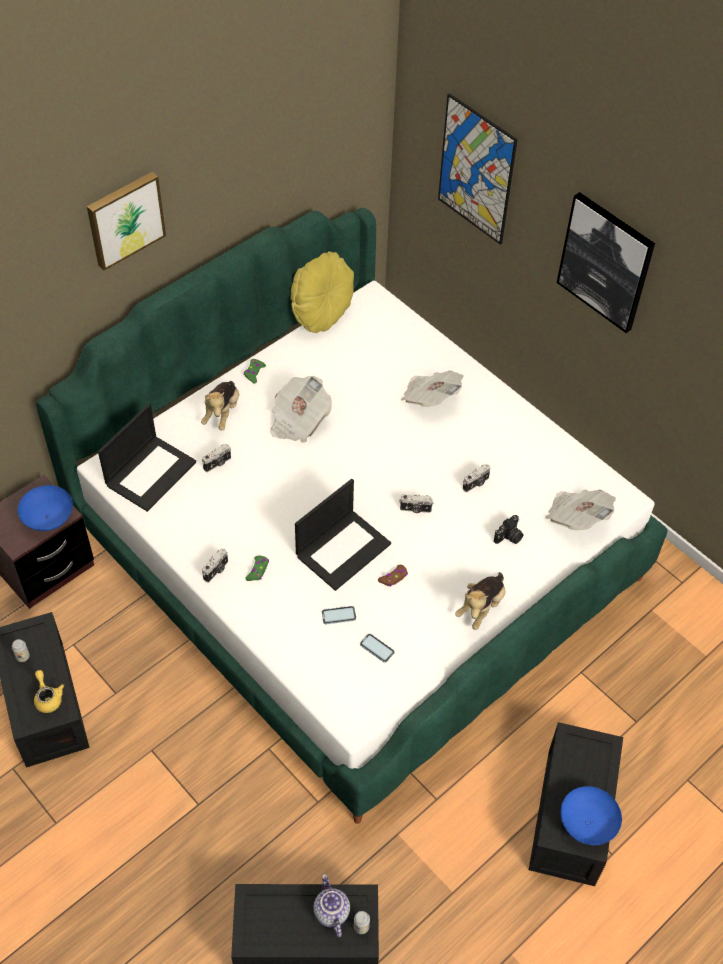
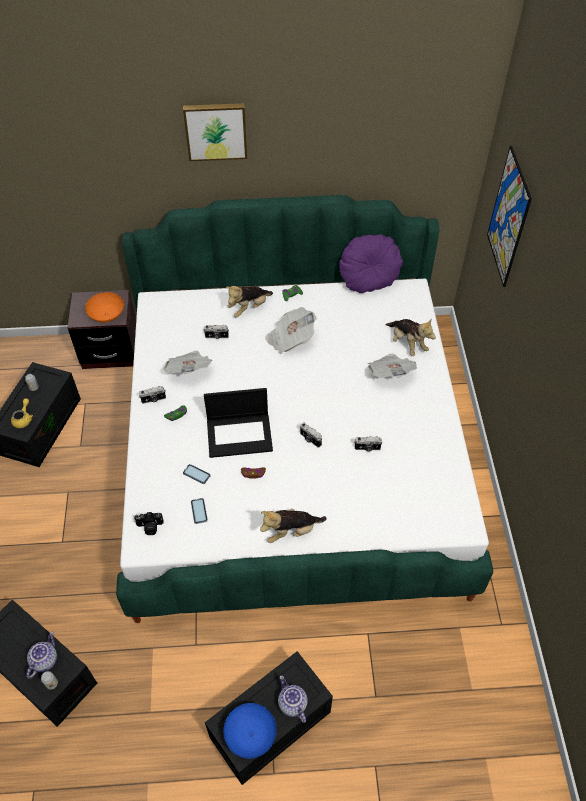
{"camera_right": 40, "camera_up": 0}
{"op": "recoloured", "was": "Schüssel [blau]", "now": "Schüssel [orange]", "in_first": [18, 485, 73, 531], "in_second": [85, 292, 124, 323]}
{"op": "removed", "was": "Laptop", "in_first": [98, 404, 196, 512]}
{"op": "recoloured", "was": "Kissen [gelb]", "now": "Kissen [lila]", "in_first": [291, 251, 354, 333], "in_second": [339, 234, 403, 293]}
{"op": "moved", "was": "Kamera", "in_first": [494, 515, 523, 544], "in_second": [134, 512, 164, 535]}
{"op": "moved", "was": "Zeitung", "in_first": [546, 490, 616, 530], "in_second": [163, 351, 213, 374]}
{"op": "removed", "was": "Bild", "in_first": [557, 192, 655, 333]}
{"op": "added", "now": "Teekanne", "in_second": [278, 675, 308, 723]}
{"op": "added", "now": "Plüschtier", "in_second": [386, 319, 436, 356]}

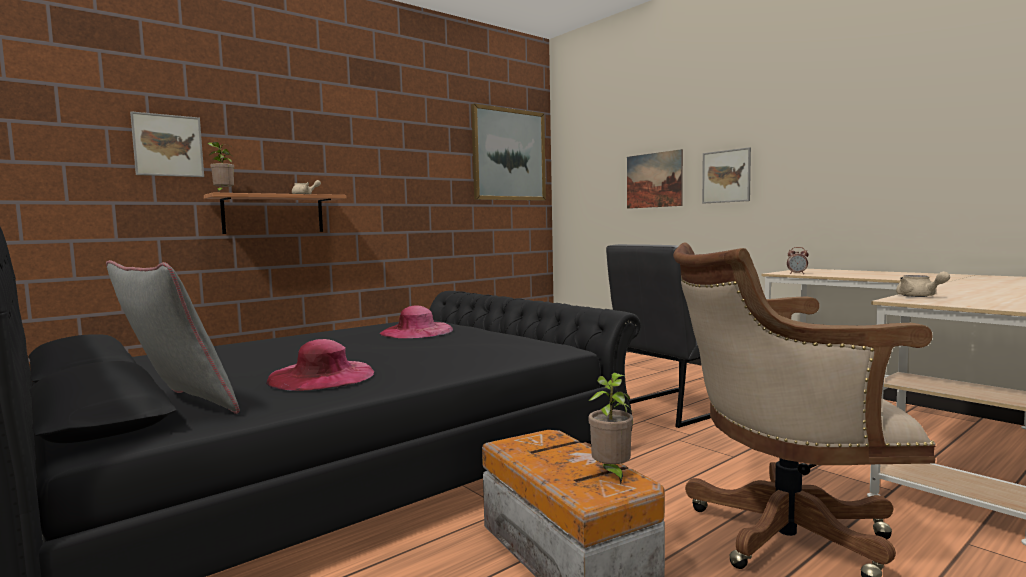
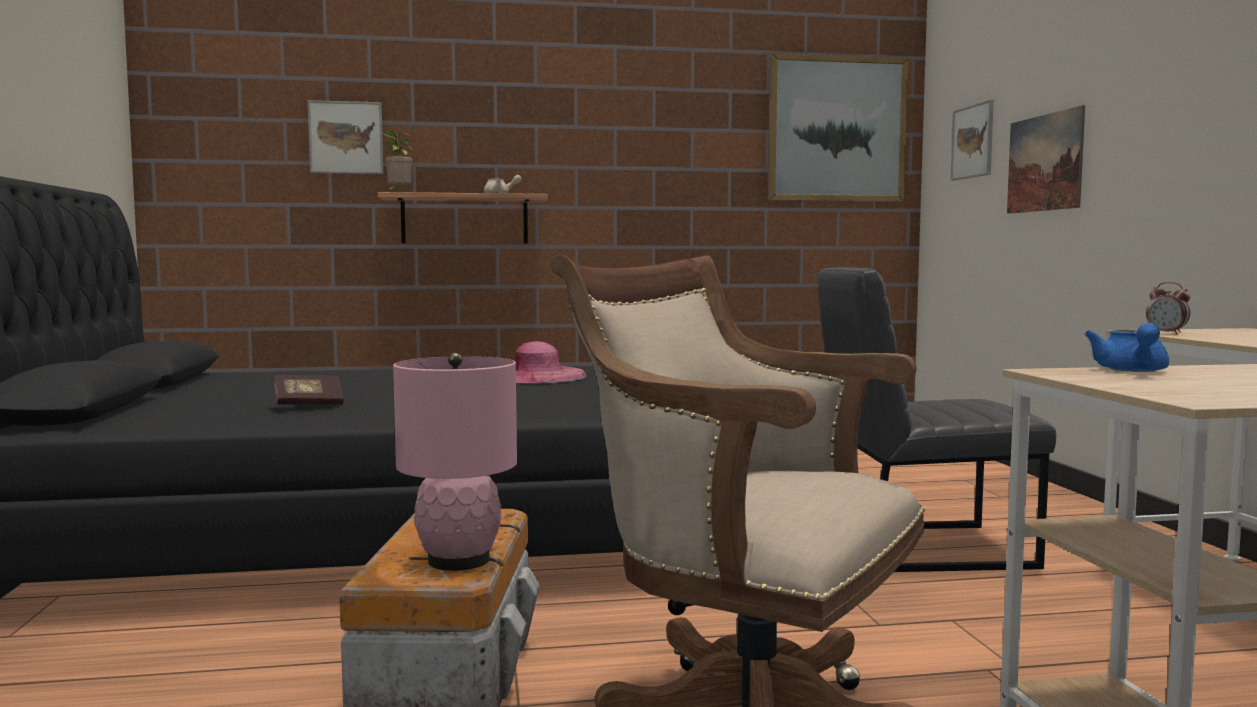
{"camera_right": 30, "camera_up": 0}
{"op": "removed", "was": "Kissen [grau]", "in_first": [106, 260, 240, 414]}
{"op": "replaced", "was": "Hut [rosa]", "now": "Buch", "in_first": [266, 339, 374, 390], "in_second": [273, 375, 344, 405]}
{"op": "replaced", "was": "Topfpflanze", "now": "Tischlampe [rosa]", "in_first": [588, 372, 633, 485], "in_second": [393, 352, 517, 571]}
{"op": "moved", "was": "Bild", "in_first": [702, 147, 751, 204], "in_second": [951, 99, 994, 181]}
{"op": "recoloured", "was": "Teekanne [beige]", "now": "Teekanne [blau]", "in_first": [896, 272, 950, 297], "in_second": [1085, 323, 1169, 372]}

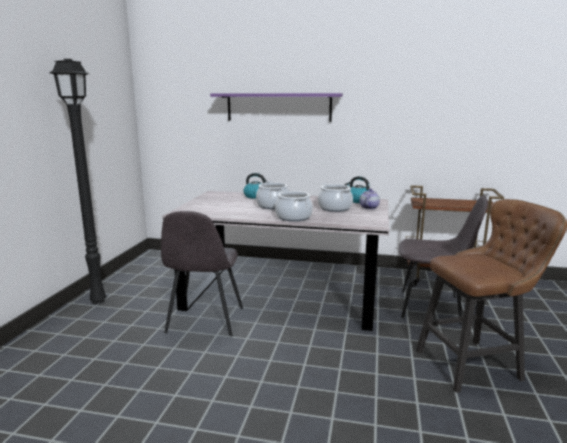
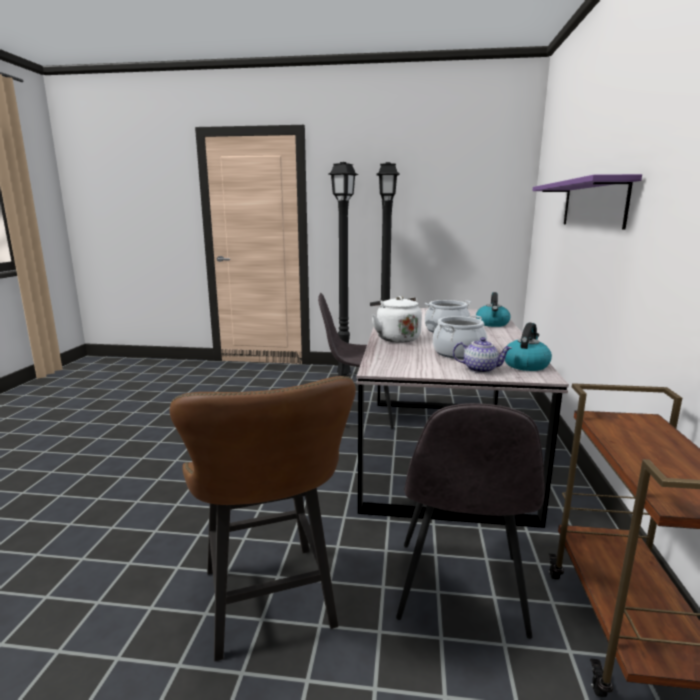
{"camera_right": 85, "camera_up": 0}
{"op": "replaced", "was": "Kochtopf", "now": "Wasserkessel [weiß]", "in_first": [275, 190, 313, 221], "in_second": [370, 296, 422, 343]}
{"op": "added", "now": "Stehlampe [schwarz]", "in_second": [328, 162, 358, 377]}

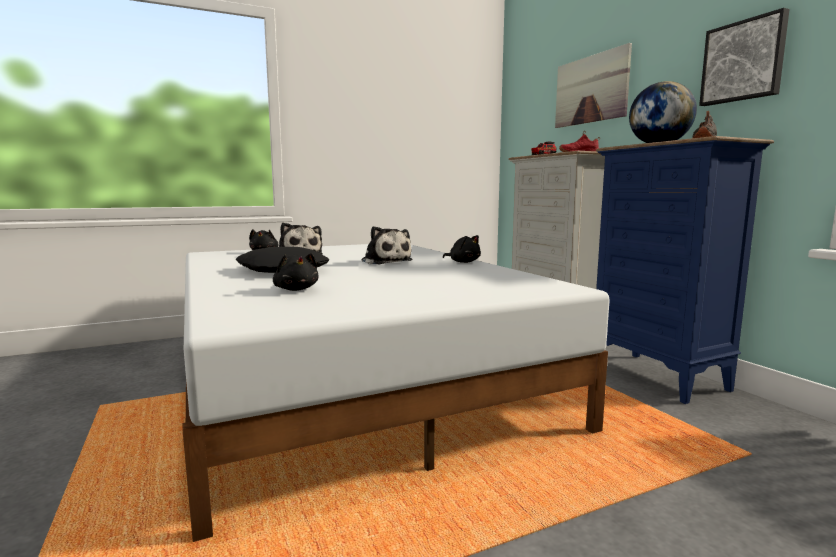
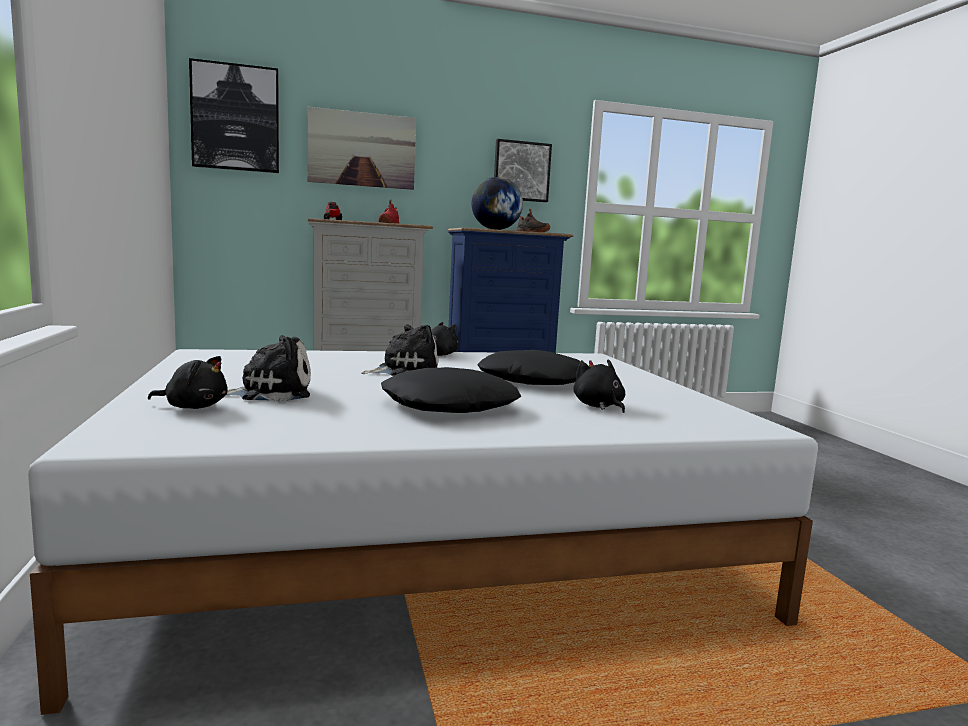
{"camera_right": -80, "camera_up": 0}
{"op": "turned", "was": "Plüschtier [schwarz]", "in_first": [273, 253, 318, 291], "in_second": [573, 359, 625, 413], "clockwise": -90}
{"op": "added", "now": "Bild", "in_second": [189, 58, 279, 173]}
{"op": "added", "now": "Kissen [schwarz]", "in_second": [477, 350, 580, 385]}

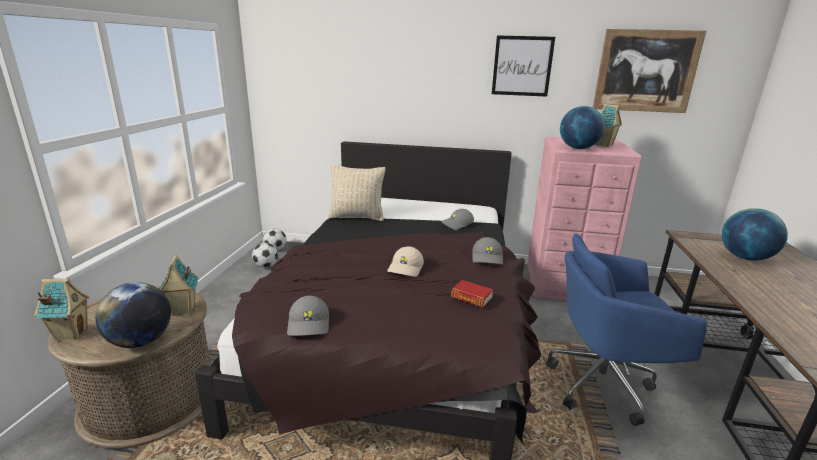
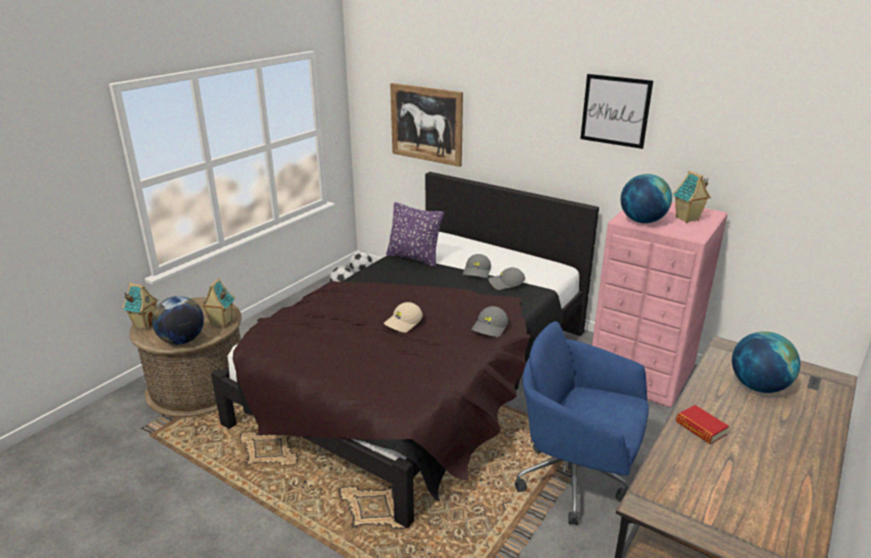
{"camera_right": 25, "camera_up": 5}
{"op": "moved", "was": "Kappe [grau]", "in_first": [287, 296, 329, 336], "in_second": [463, 254, 491, 278]}
{"op": "recoloured", "was": "Kissen [beige]", "now": "Kissen [lila]", "in_first": [328, 165, 386, 221], "in_second": [386, 202, 444, 267]}
{"op": "moved", "was": "Buch", "in_first": [451, 280, 493, 307], "in_second": [676, 405, 729, 444]}
{"op": "moved", "was": "Bild", "in_first": [593, 29, 706, 113], "in_second": [390, 83, 463, 167]}

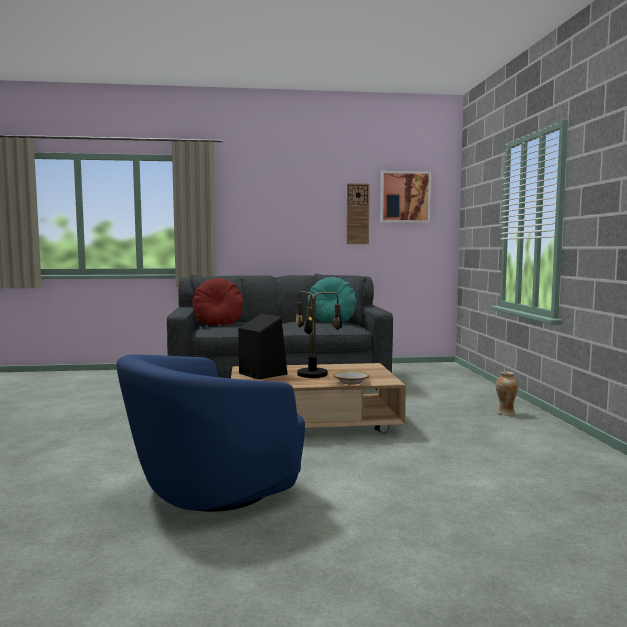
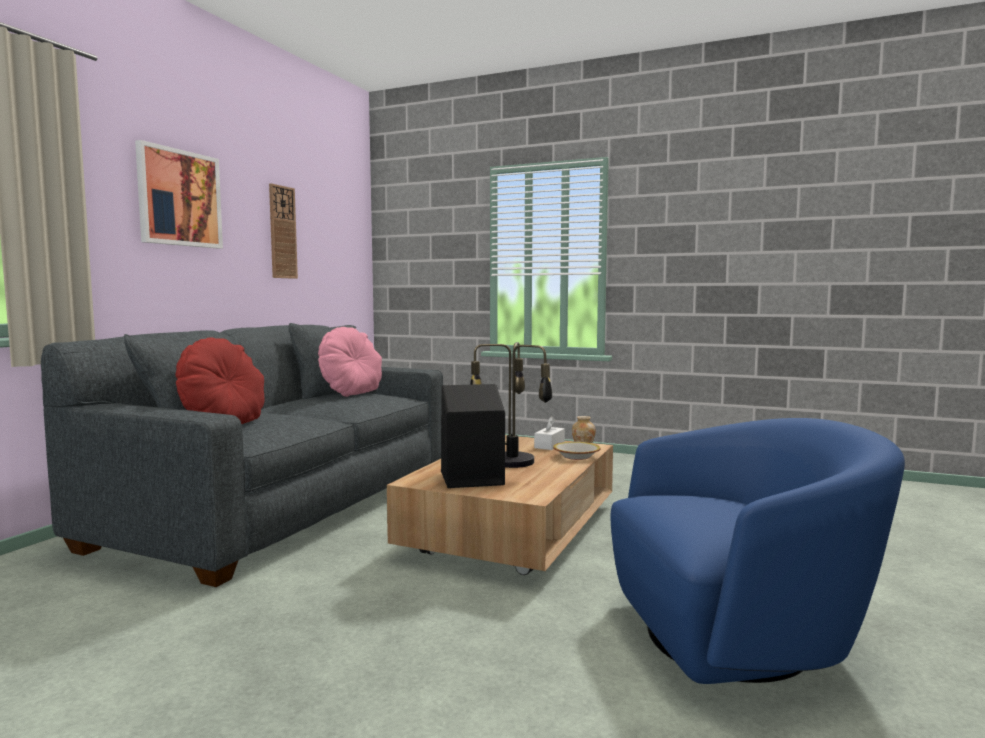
{"camera_right": -60, "camera_up": 0}
{"op": "turned", "was": "Sessel [blau]", "in_first": [116, 355, 305, 512], "in_second": [611, 418, 905, 684], "clockwise": -90}
{"op": "recoloured", "was": "Kissen [türkis]", "now": "Kissen [rosa]", "in_first": [308, 277, 357, 323], "in_second": [318, 327, 382, 397]}
{"op": "moved", "was": "Bild", "in_first": [380, 171, 431, 223], "in_second": [135, 140, 223, 249]}
{"op": "added", "now": "Taschentuchbox [weiß]", "in_second": [534, 416, 565, 450]}

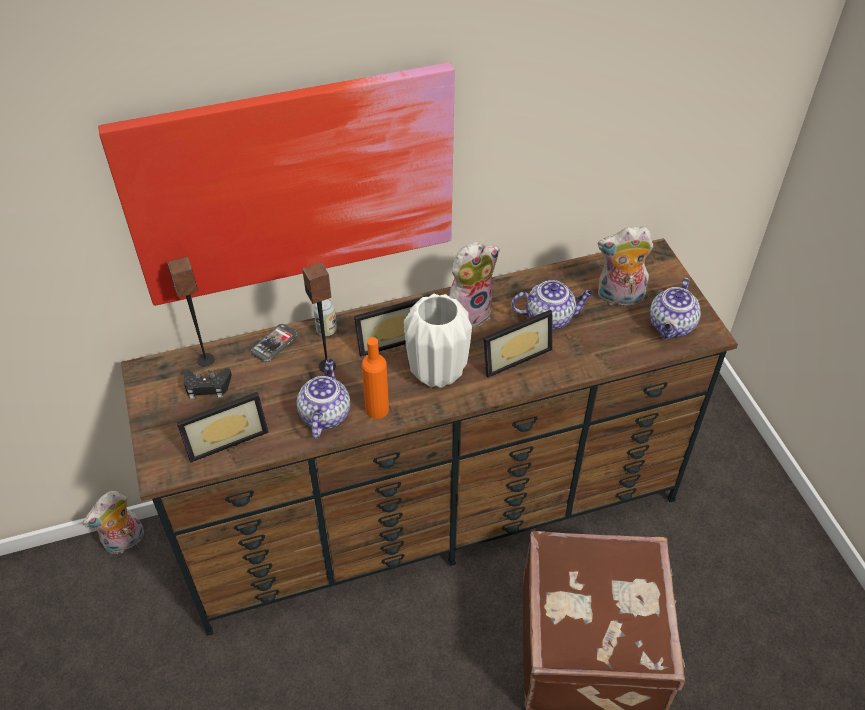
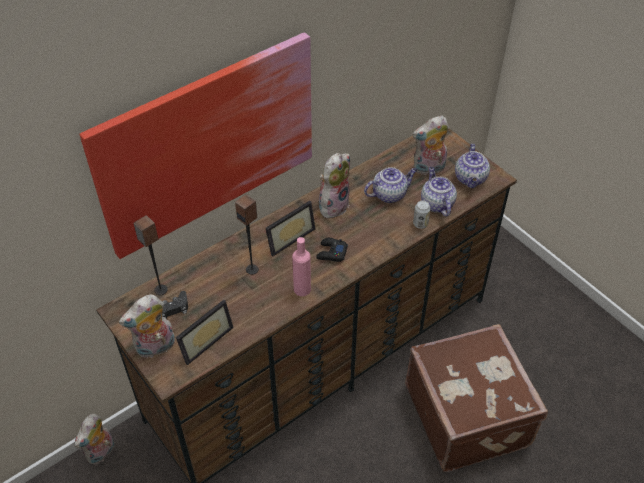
{"camera_right": -20, "camera_up": 0}
{"op": "removed", "was": "Handy", "in_first": [251, 324, 297, 362]}
{"op": "moved", "was": "Teekanne", "in_first": [297, 359, 350, 439], "in_second": [421, 167, 457, 217]}
{"op": "moved", "was": "Dose", "in_first": [313, 299, 337, 336], "in_second": [413, 200, 431, 229]}
{"op": "recoloured", "was": "Flasche [orange]", "now": "Flasche [rosa]", "in_first": [362, 337, 389, 419], "in_second": [292, 237, 311, 296]}
{"op": "replaced", "was": "Vase [weiß]", "now": "Gamepad [schwarz]", "in_first": [404, 294, 472, 388], "in_second": [316, 238, 348, 262]}
{"op": "removed", "was": "Bilderrahmen", "in_first": [484, 310, 553, 378]}
{"op": "added", "now": "Plüschtier", "in_second": [119, 294, 175, 358]}

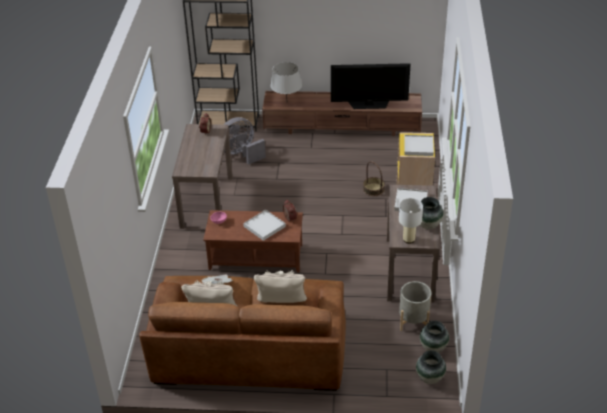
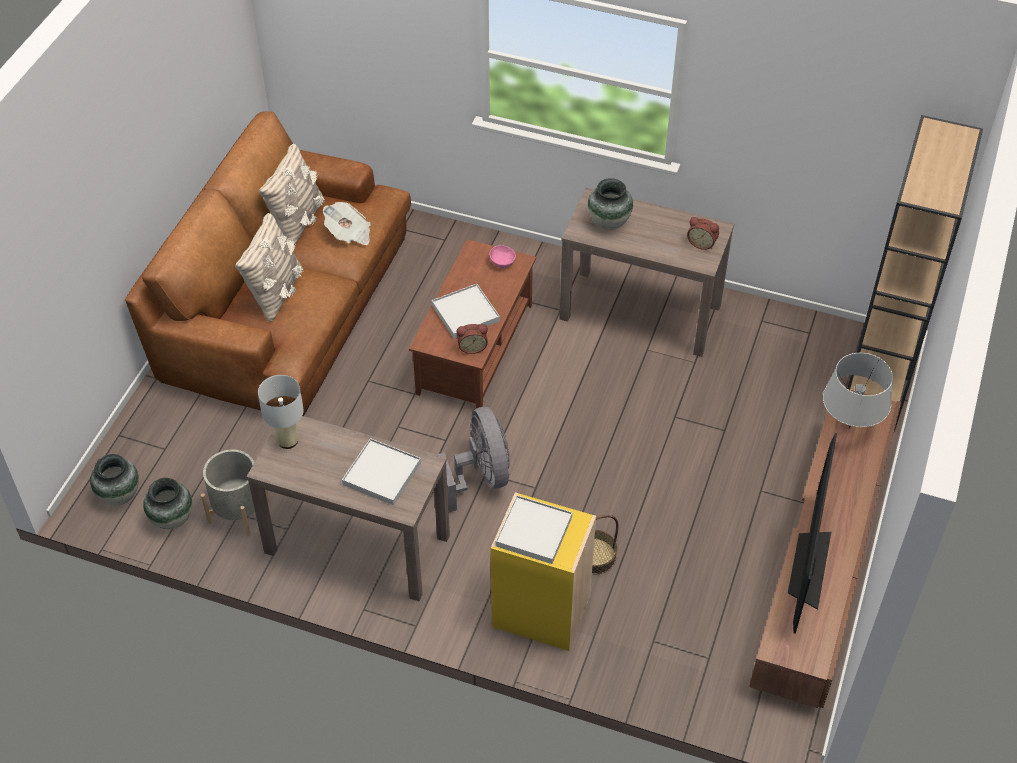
{"camera_right": 105, "camera_up": 10}
{"op": "moved", "was": "Ventilator [grau]", "in_first": [224, 117, 266, 164], "in_second": [437, 407, 510, 512]}
{"op": "moved", "was": "Vase", "in_first": [420, 197, 443, 229], "in_second": [588, 178, 633, 230]}

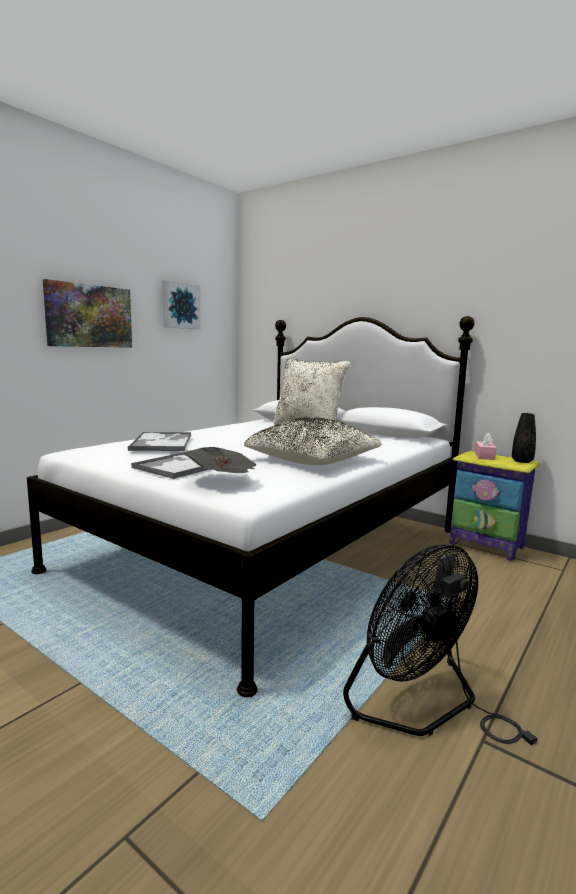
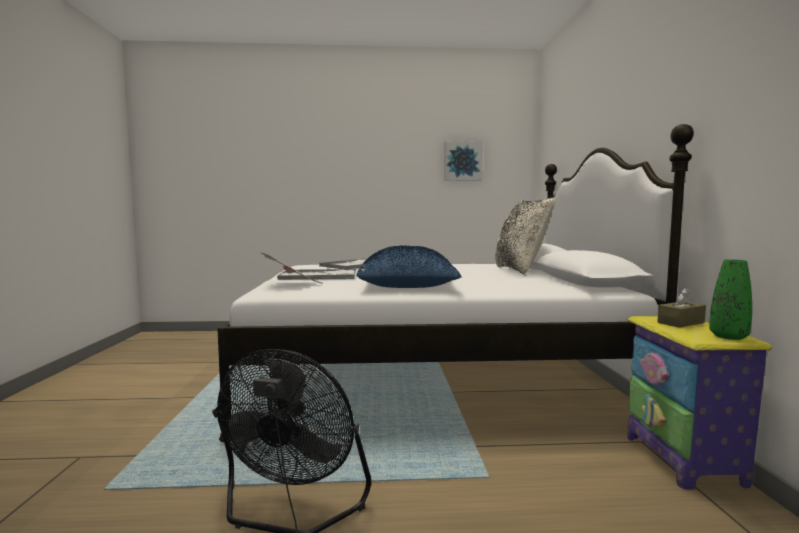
{"camera_right": 50, "camera_up": -5}
{"op": "removed", "was": "Bild", "in_first": [43, 279, 132, 348]}
{"op": "recoloured", "was": "Kissen [beige]", "now": "Kissen [blau]", "in_first": [244, 417, 382, 465], "in_second": [356, 245, 461, 288]}
{"op": "recoloured", "was": "Taschentuchbox [rosa]", "now": "Taschentuchbox [braun]", "in_first": [475, 433, 496, 460], "in_second": [657, 287, 706, 328]}
{"op": "recoloured", "was": "Vase [schwarz]", "now": "Vase [grün]", "in_first": [512, 413, 536, 463], "in_second": [709, 259, 752, 340]}

